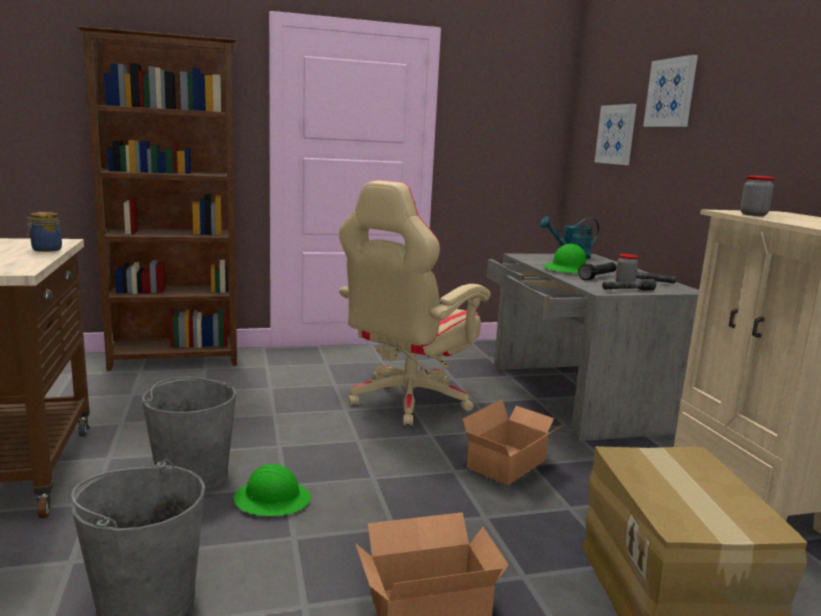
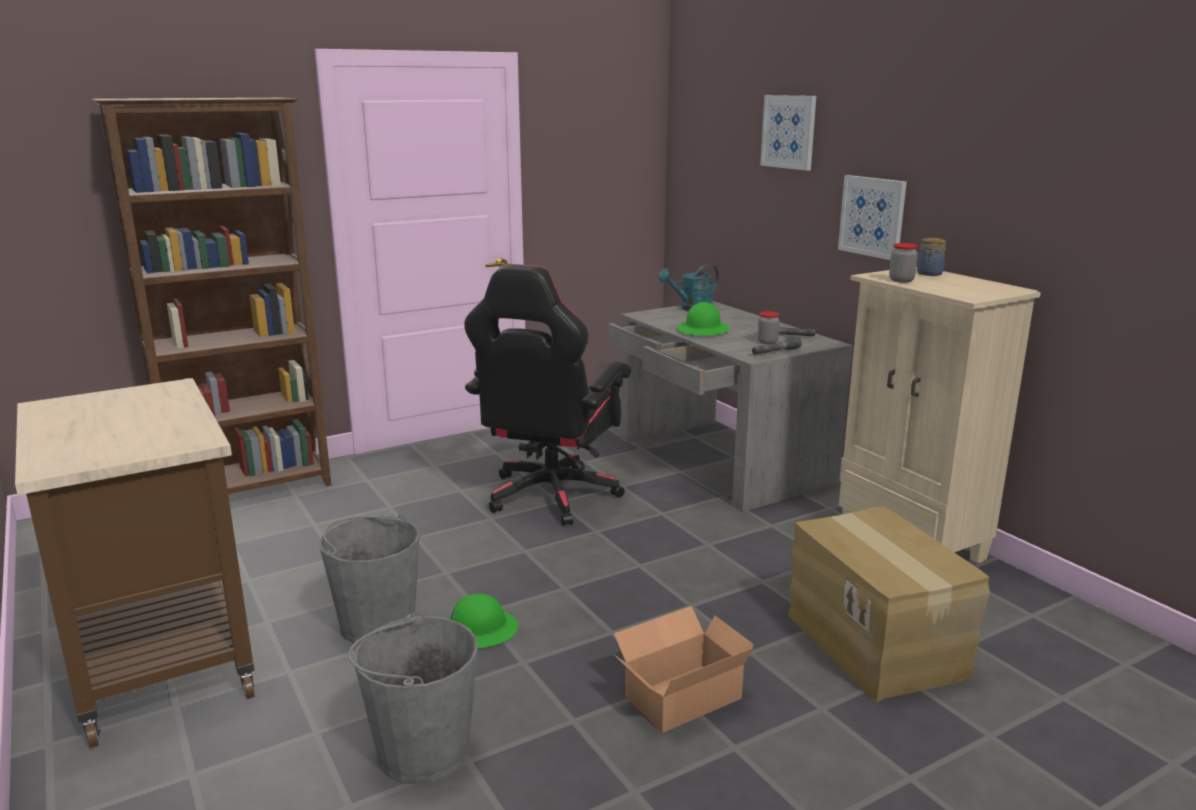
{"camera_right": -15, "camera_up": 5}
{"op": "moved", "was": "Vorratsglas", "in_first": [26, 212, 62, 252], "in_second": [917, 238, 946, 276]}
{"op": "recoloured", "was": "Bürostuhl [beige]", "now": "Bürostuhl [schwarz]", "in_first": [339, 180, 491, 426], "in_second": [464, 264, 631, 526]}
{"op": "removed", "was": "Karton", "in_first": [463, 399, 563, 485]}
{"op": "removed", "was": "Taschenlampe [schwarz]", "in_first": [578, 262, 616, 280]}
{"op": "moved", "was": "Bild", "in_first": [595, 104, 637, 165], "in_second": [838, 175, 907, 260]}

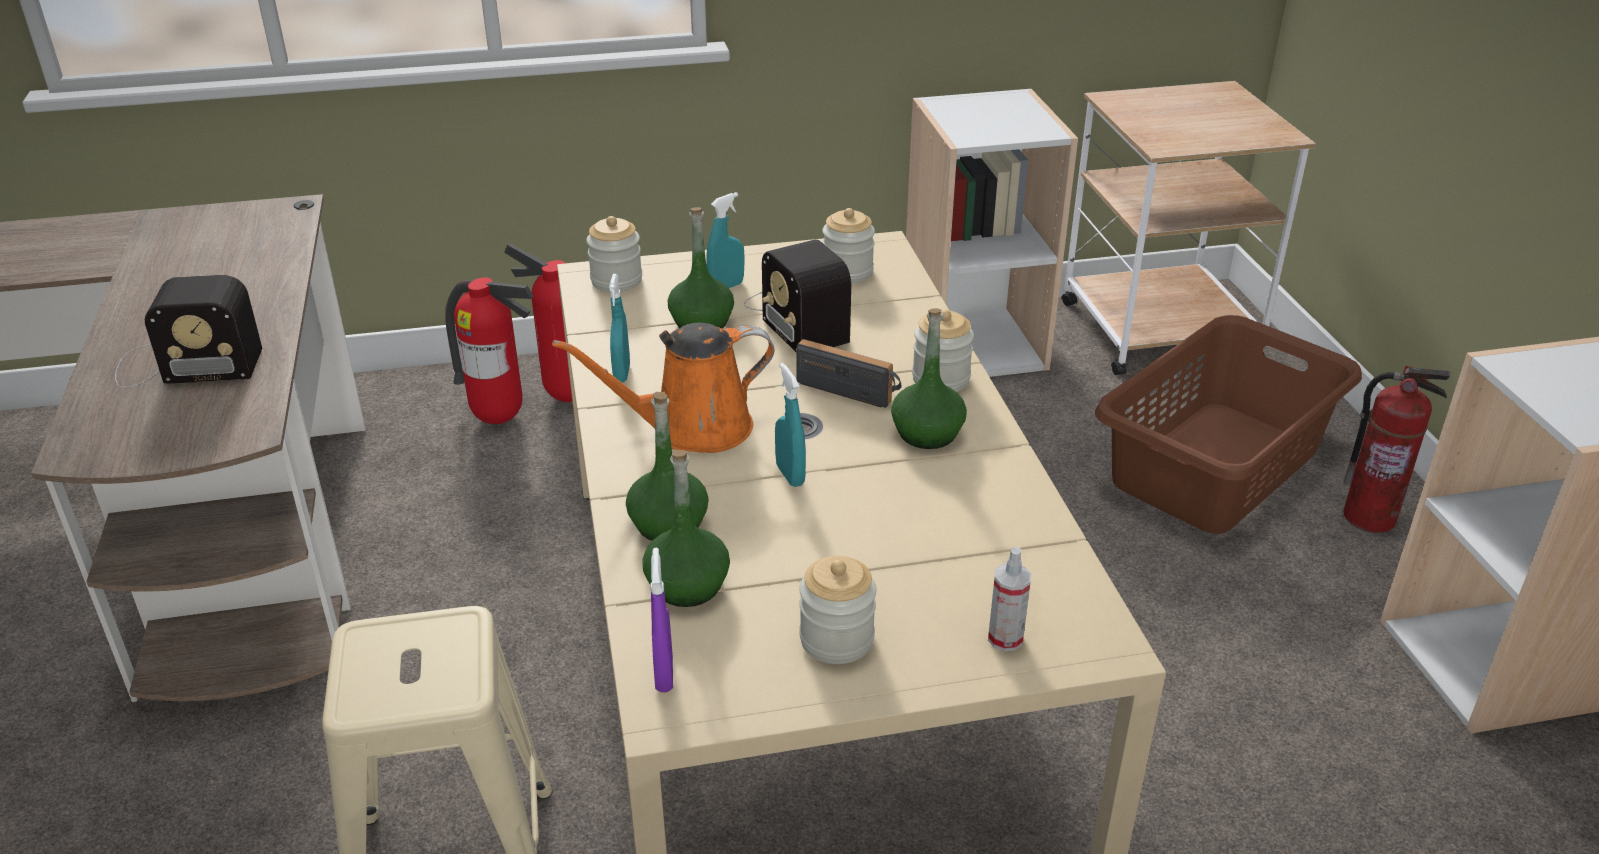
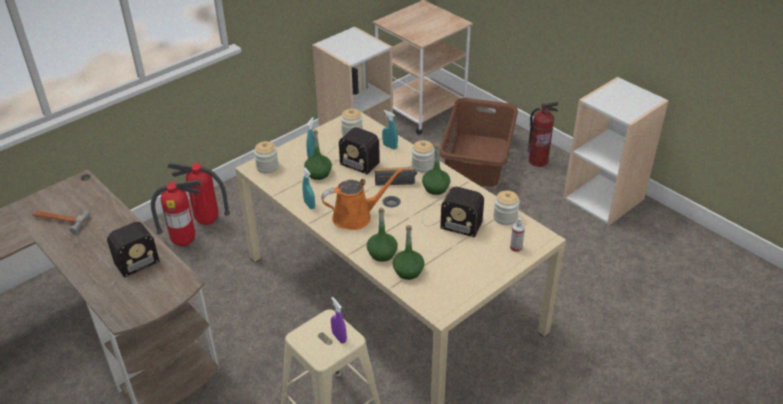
{"camera_right": -30, "camera_up": 5}
{"op": "turned", "was": "Gießkanne [orange]", "in_first": [552, 323, 774, 453], "in_second": [321, 168, 404, 230], "clockwise": -150}
{"op": "moved", "was": "Sprühflasche [lila]", "in_first": [651, 548, 673, 692], "in_second": [331, 297, 347, 343]}
{"op": "moved", "was": "Sprühflasche [türkis]", "in_first": [775, 363, 806, 487], "in_second": [382, 110, 398, 150]}
{"op": "moved", "was": "Vorratsglas", "in_first": [799, 556, 877, 664], "in_second": [493, 191, 520, 225]}
{"op": "added", "now": "Hammer", "in_second": [32, 211, 90, 234]}
{"op": "added", "now": "Radio", "in_second": [422, 187, 484, 237]}

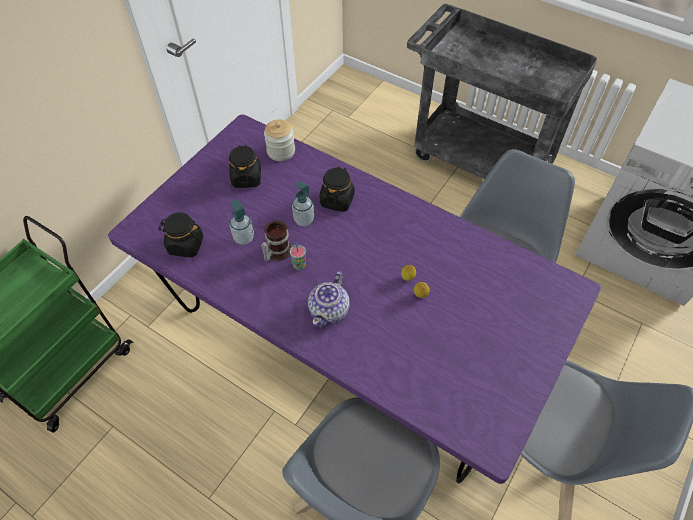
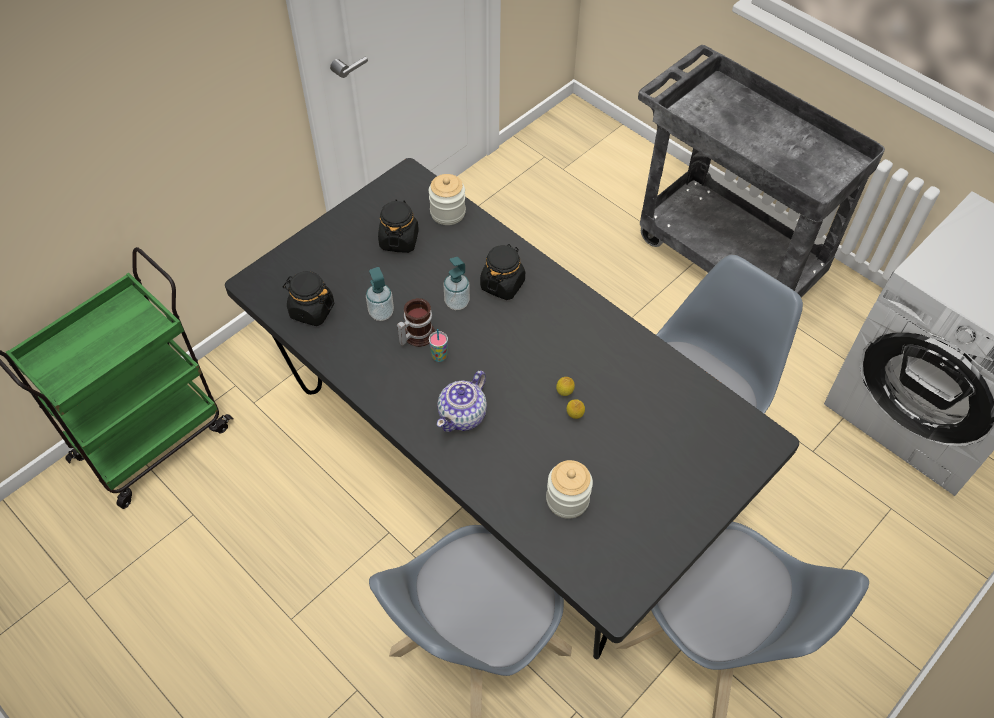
{"camera_right": 10, "camera_up": 0}
{"op": "recoloured", "was": "Esstisch [lila]", "now": "Esstisch [schwarz]", "in_first": [108, 115, 601, 484], "in_second": [225, 158, 799, 659]}
{"op": "added", "now": "Vorratsglas", "in_second": [546, 460, 593, 519]}

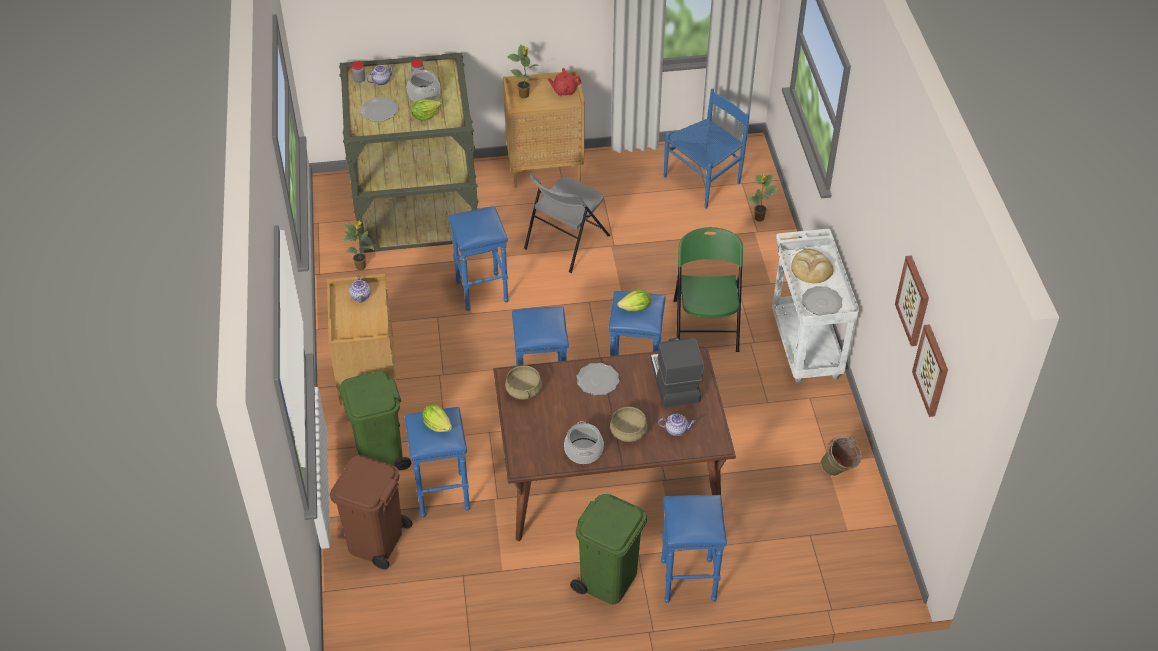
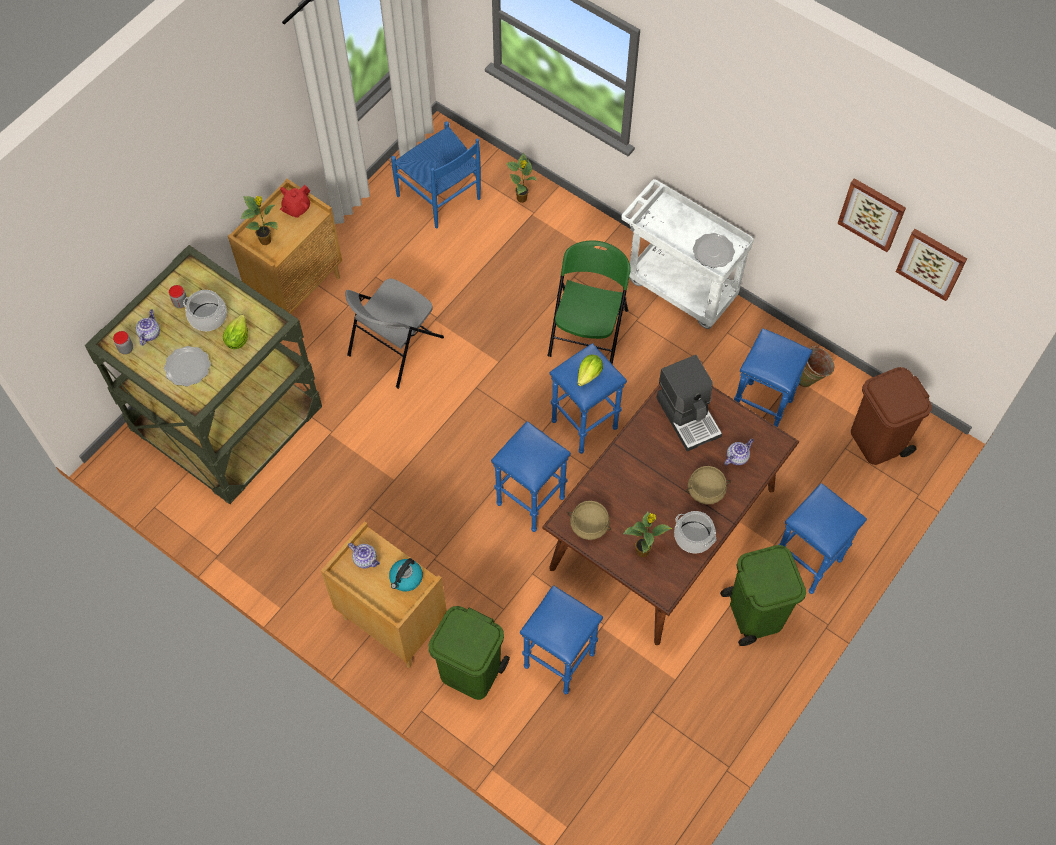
{"camera_right": -45, "camera_up": 15}
{"op": "moved", "was": "Mülleimer [braun]", "in_first": [330, 455, 413, 570], "in_second": [851, 367, 932, 465]}
{"op": "moved", "was": "Topfpflanze", "in_first": [343, 221, 374, 270], "in_second": [623, 512, 673, 557]}
{"op": "removed", "was": "Salatkopf", "in_first": [422, 404, 452, 432]}
{"op": "moved", "was": "Hocker [blau]", "in_first": [448, 206, 509, 311], "in_second": [734, 328, 812, 427]}
{"op": "turned", "was": "Stuhl [grau]", "in_first": [524, 173, 610, 273], "in_second": [345, 279, 444, 389], "clockwise": 45}
{"op": "removed", "was": "Teller", "in_first": [576, 363, 619, 396]}
{"op": "turned", "was": "Kaffeemaschine", "in_first": [650, 338, 704, 407], "in_second": [657, 355, 722, 452], "clockwise": -150}
{"op": "turned", "was": "Stuhl [blau]", "in_first": [664, 88, 749, 209], "in_second": [391, 121, 481, 228], "clockwise": 135}
{"op": "turned", "was": "Stuhl [grün]", "in_first": [673, 227, 743, 352], "in_second": [548, 240, 631, 365], "clockwise": 60}
{"op": "removed", "was": "Brot", "in_first": [791, 249, 833, 283]}
{"op": "added", "now": "Wasserkessel", "in_second": [389, 558, 423, 592]}

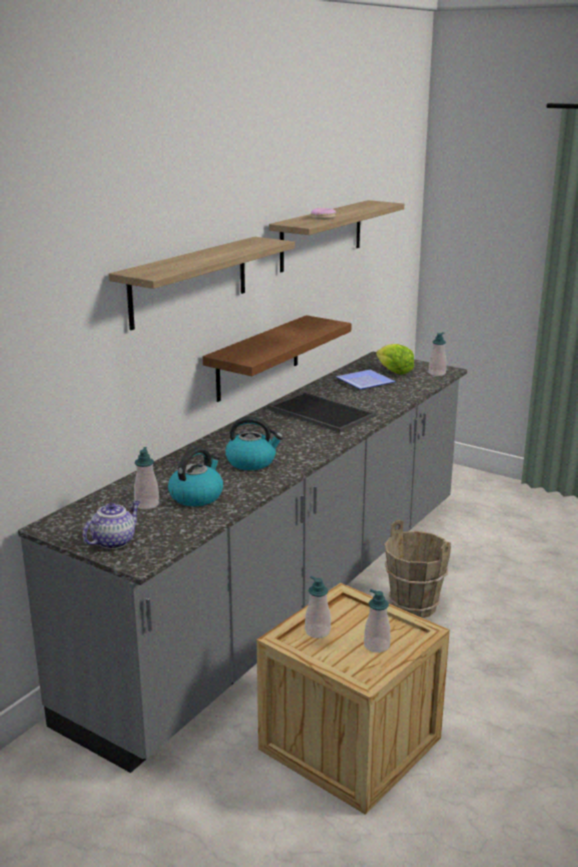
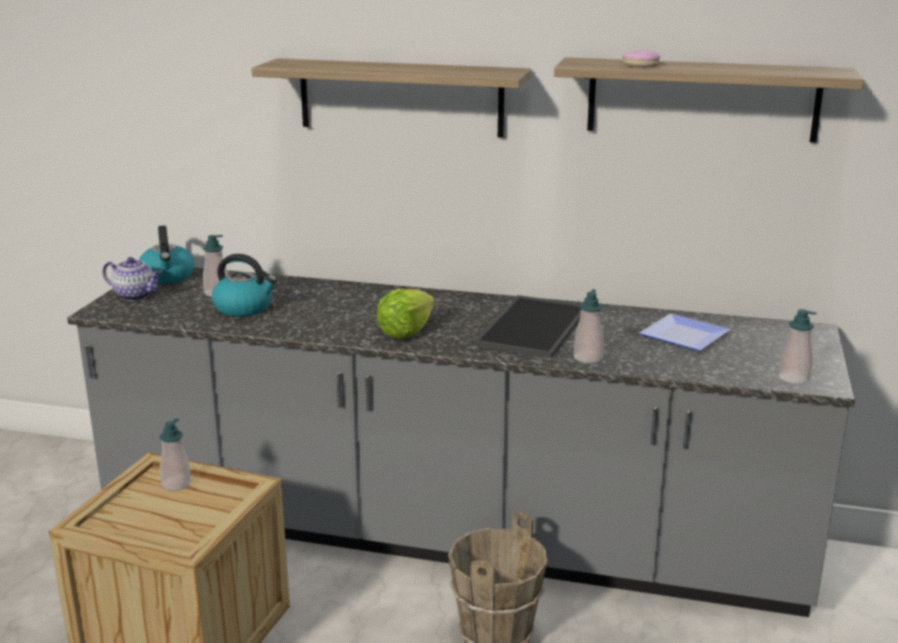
{"camera_right": 70, "camera_up": 0}
{"op": "removed", "was": "Wandregal [braun]", "in_first": [203, 315, 352, 402]}
{"op": "moved", "was": "Wasserkessel", "in_first": [225, 417, 283, 470], "in_second": [139, 225, 194, 284]}
{"op": "moved", "was": "Seifenspender", "in_first": [364, 589, 390, 653], "in_second": [573, 289, 604, 364]}
{"op": "moved", "was": "Salatkopf", "in_first": [376, 344, 414, 375], "in_second": [377, 289, 435, 339]}

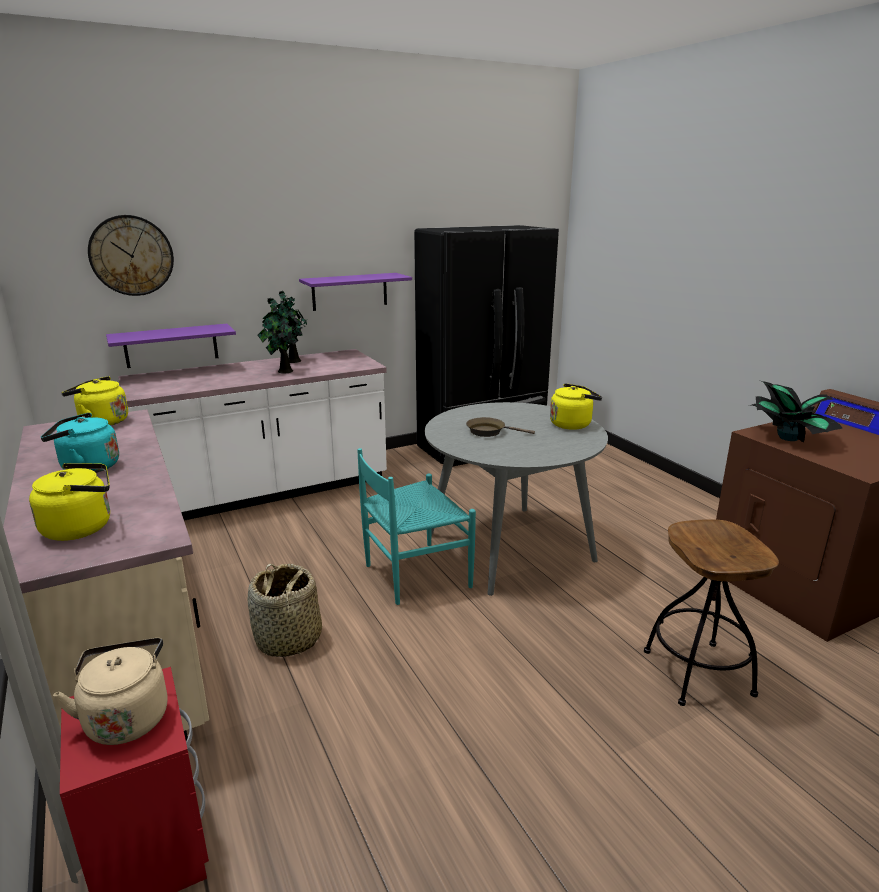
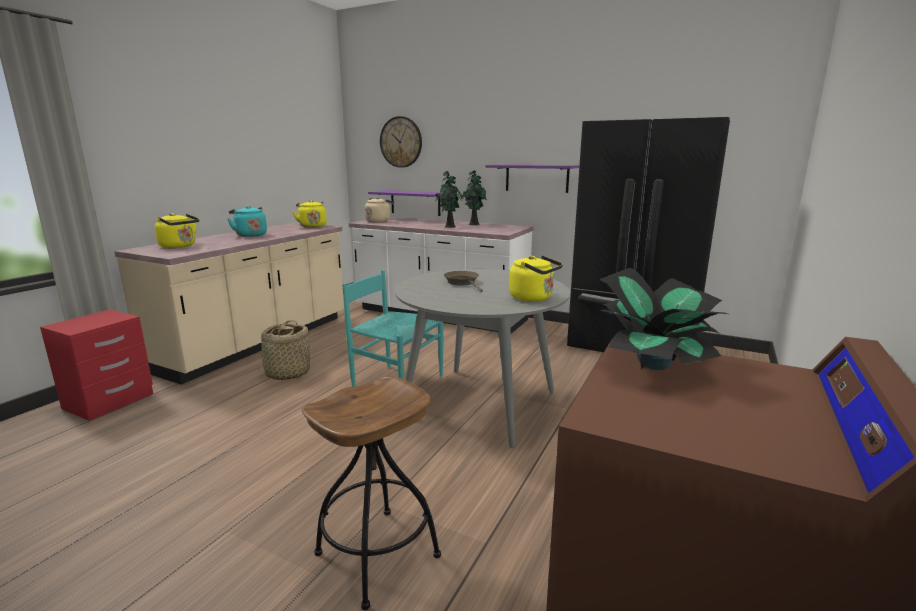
{"camera_right": 55, "camera_up": -5}
{"op": "moved", "was": "Wasserkessel [beige]", "in_first": [53, 638, 168, 745], "in_second": [365, 197, 394, 223]}

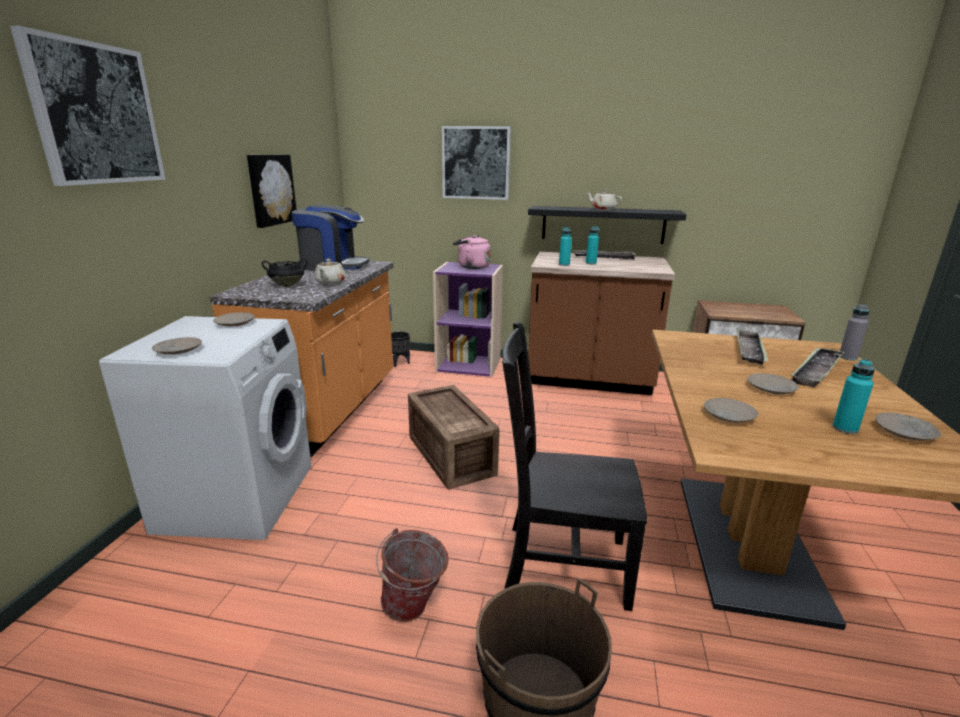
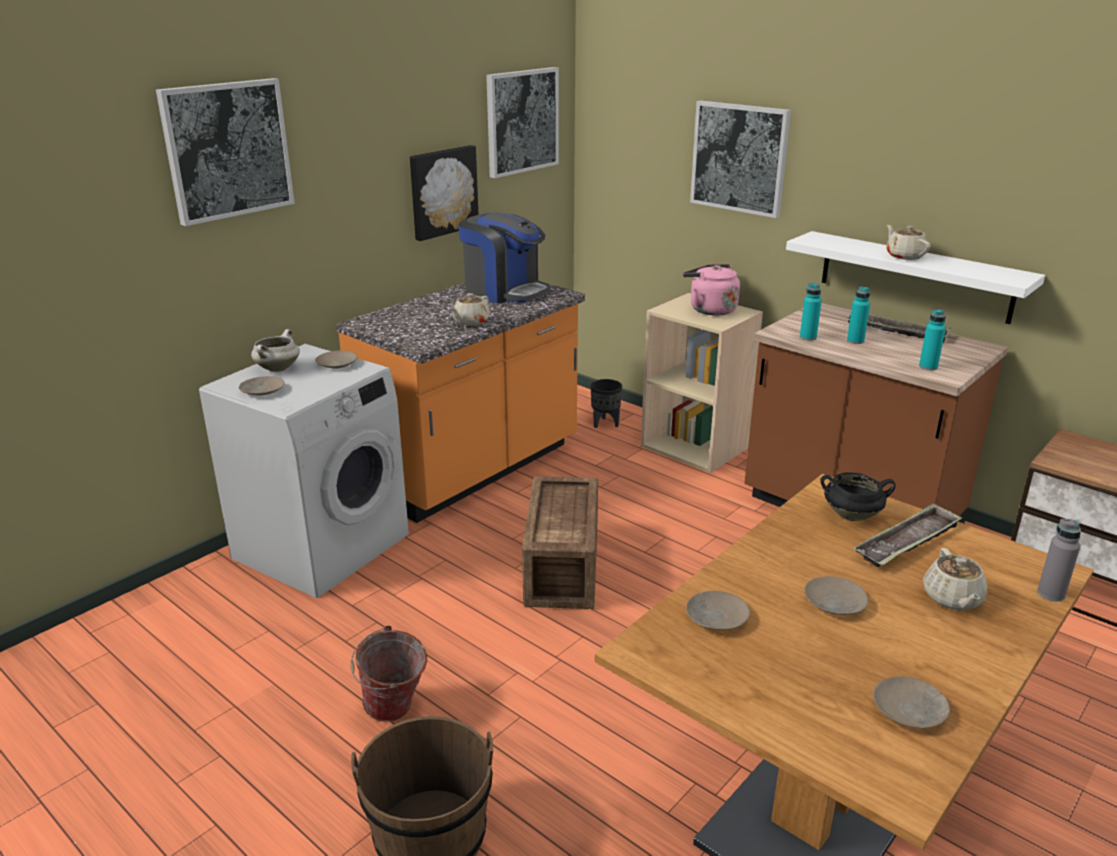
{"camera_right": 30, "camera_up": 5}
{"op": "moved", "was": "Kochtopf [schwarz]", "in_first": [262, 258, 307, 287], "in_second": [820, 472, 896, 521]}
{"op": "recoloured", "was": "Bücherregal [lila]", "now": "Bücherregal [beige]", "in_first": [433, 262, 503, 377], "in_second": [641, 293, 763, 473]}
{"op": "removed", "was": "Stuhl [schwarz]", "in_first": [502, 321, 647, 611]}
{"op": "recoloured", "was": "Wandregal [schwarz]", "now": "Wandregal [weiß]", "in_first": [528, 206, 687, 244], "in_second": [786, 231, 1045, 324]}
{"op": "replaced", "was": "Tablett", "now": "Teekanne [beige]", "in_first": [791, 347, 845, 387], "in_second": [923, 548, 988, 611]}
{"op": "moved", "was": "Flasche [türkis]", "in_first": [832, 359, 875, 434], "in_second": [919, 309, 946, 371]}
{"op": "added", "now": "Kochtopf [weiß]", "in_second": [251, 329, 300, 372]}
{"op": "added", "now": "Bild", "in_second": [486, 67, 559, 178]}

